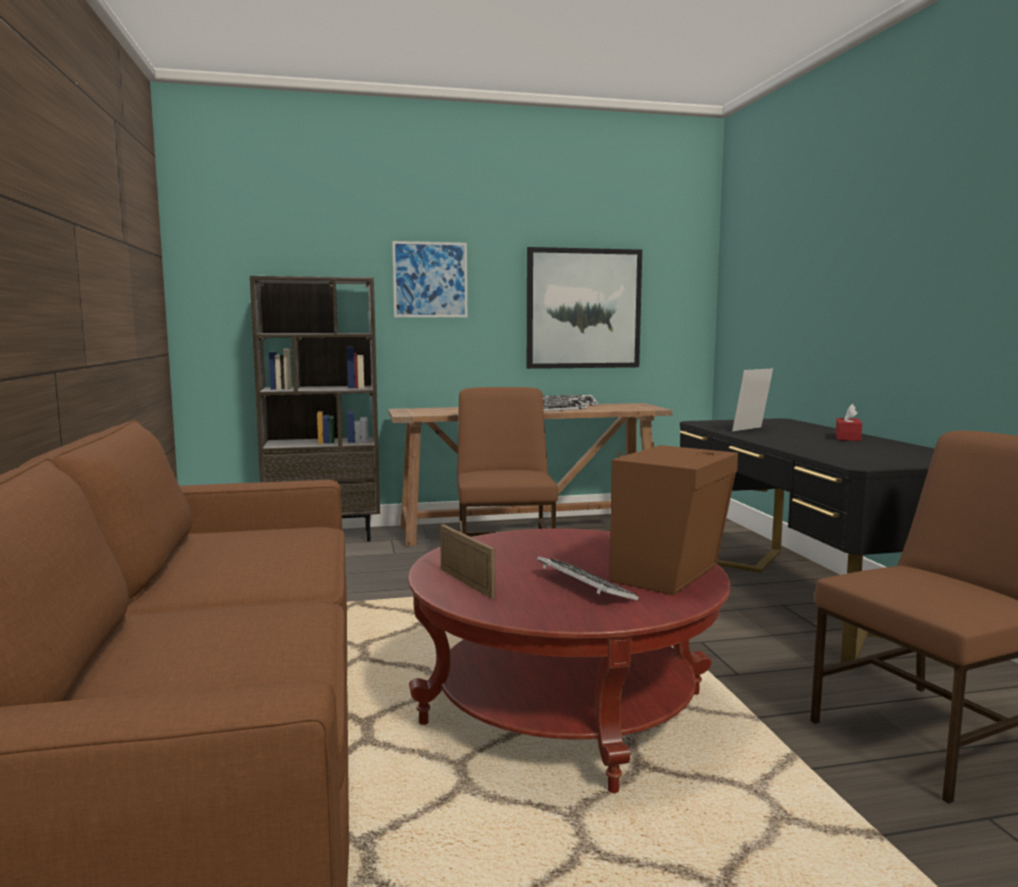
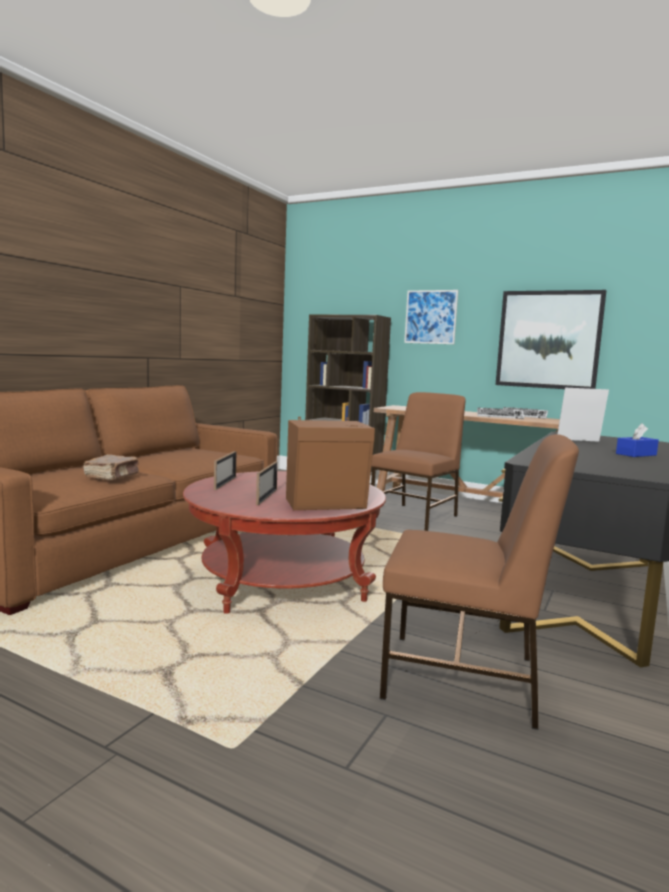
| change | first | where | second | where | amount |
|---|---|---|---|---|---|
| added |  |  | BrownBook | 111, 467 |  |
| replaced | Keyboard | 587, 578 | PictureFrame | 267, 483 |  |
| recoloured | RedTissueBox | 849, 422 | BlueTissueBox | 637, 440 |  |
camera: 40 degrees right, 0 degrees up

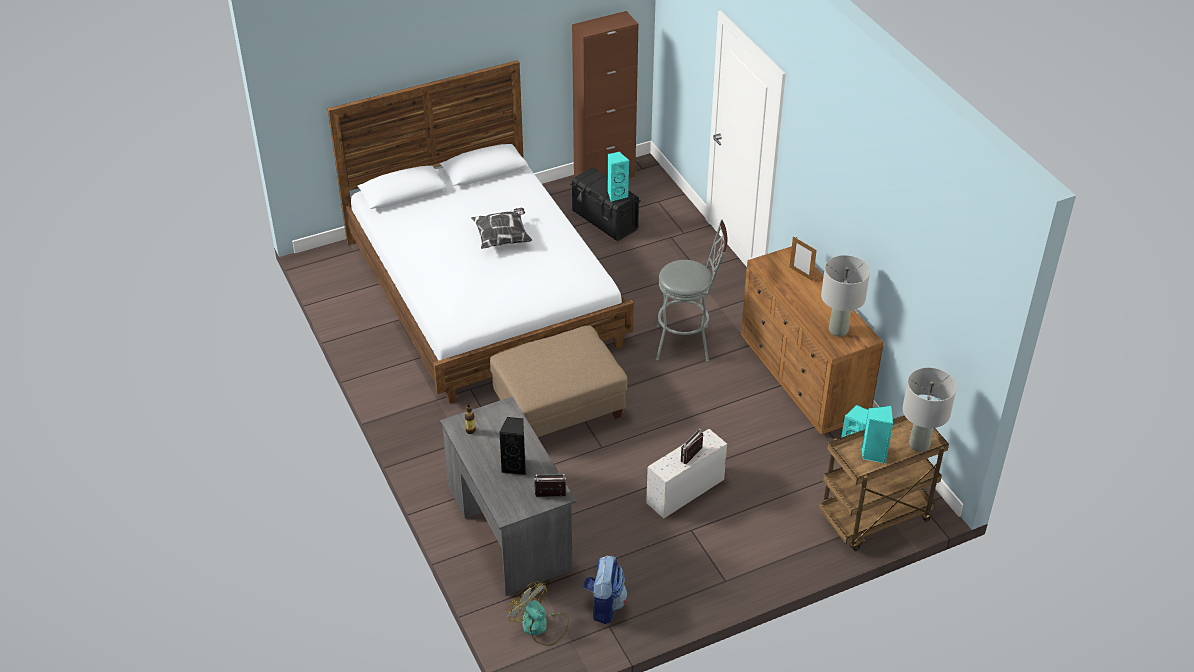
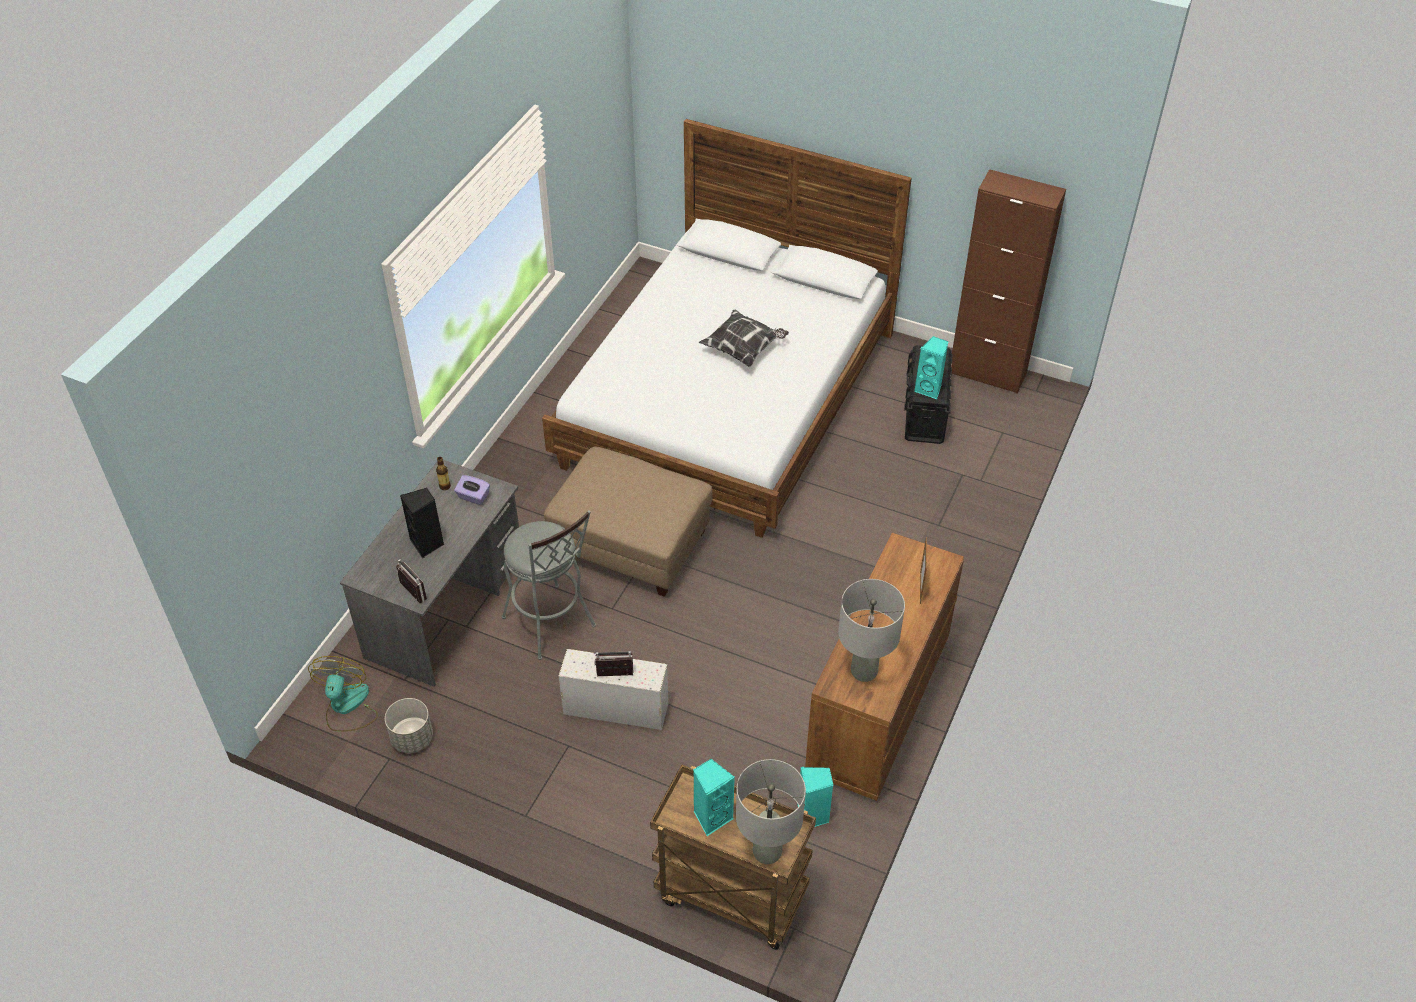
| change | first | where | second | where | amount |
|---|---|---|---|---|---|
| added |  |  | PurpleTissueBox | 472, 490 |  |
| moved | GreyStool | 691, 291 |  | 549, 585 |  |
| replaced | Backpack | 606, 589 | GreyPlanter | 409, 725 |  |
camera: 50 degrees right, 5 degrees up

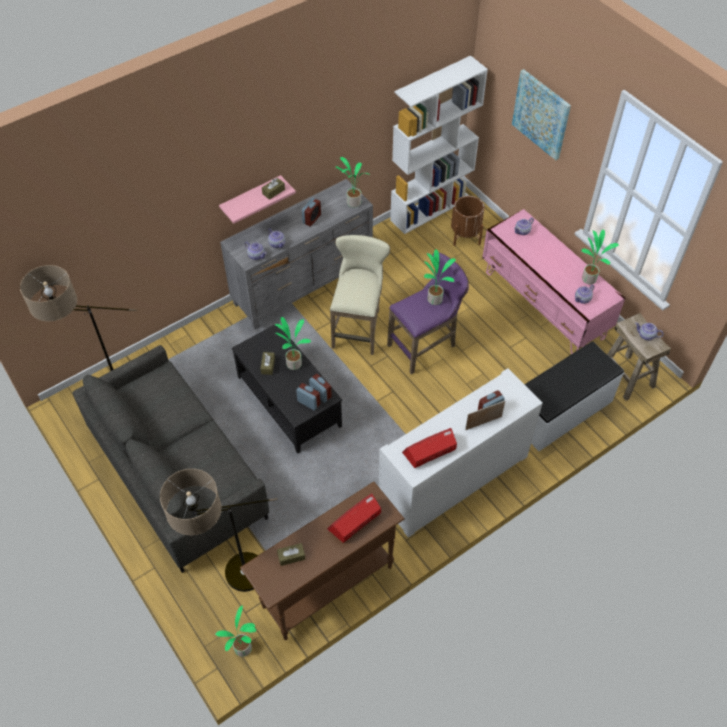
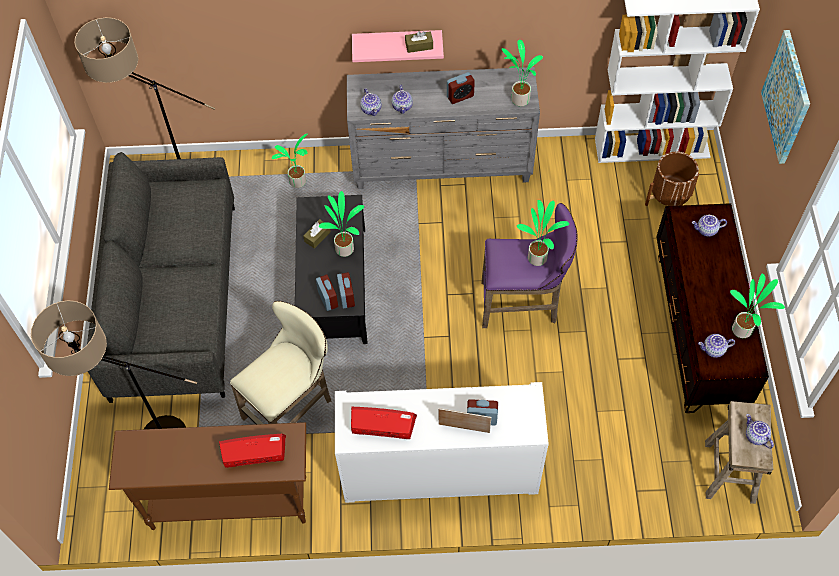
| change | first | where | second | where | amount |
|---|---|---|---|---|---|
| removed | BrownTissueBox | 291, 554 |  |  |  |
| removed | WhiteBench | 574, 396 |  |  |  |
| moved | PottedPlant | 235, 631 |  | 290, 160 |  |
| moved | BeigeStool | 360, 295 |  | 280, 362 |  |
| recoloured | PinkTvStand | 553, 281 | BrownTvStand | 712, 308 |  |
camera: 35 degrees right, 5 degrees up

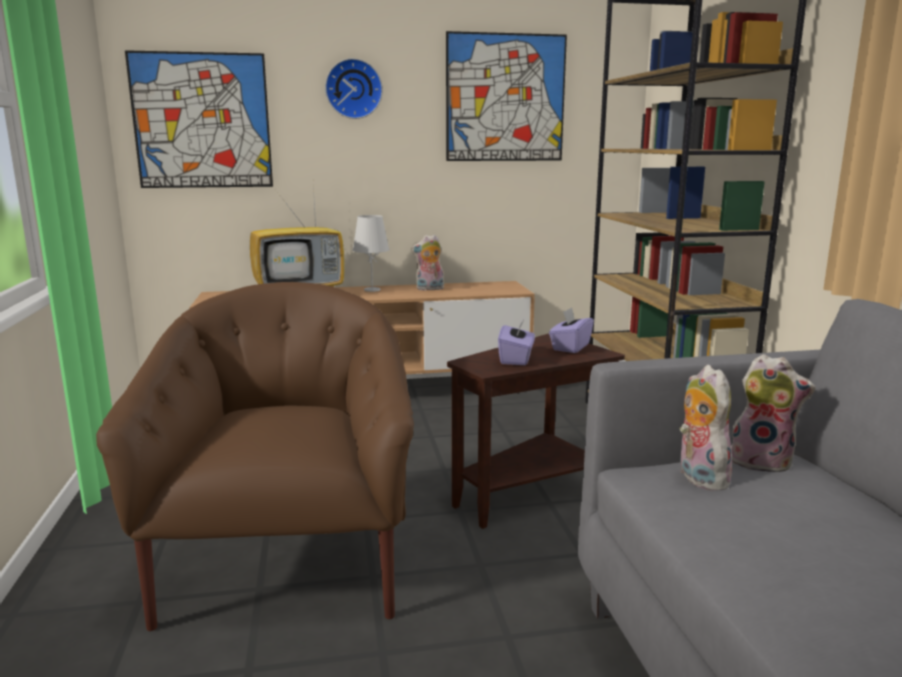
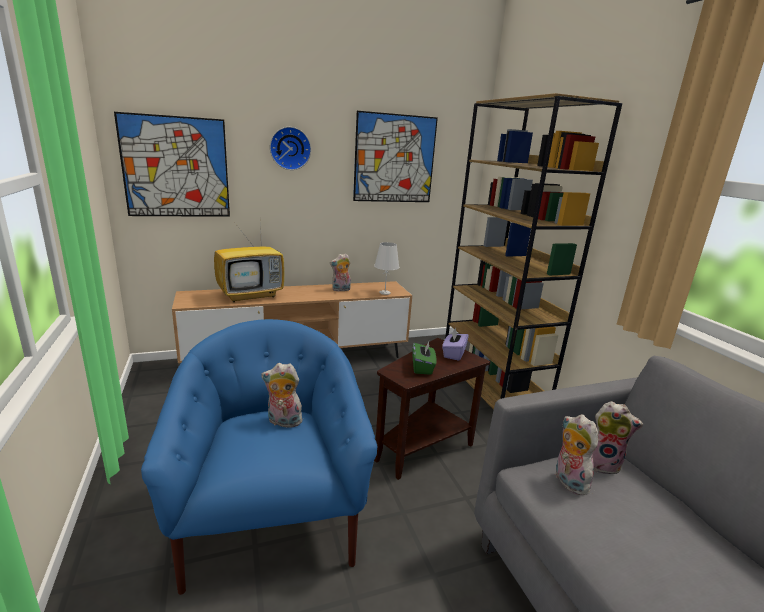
| change | first | where | second | where | amount |
|---|---|---|---|---|---|
| added |  |  | PlushToy | 283, 395 |  |
| moved | WhiteTableLamp | 371, 253 |  | 386, 268 |  |
| recoloured | BrownArmchair | 255, 456 | BlueArmchair | 259, 457 |  |
| recoloured | PurpleTissueBox | 516, 341 | GreenTissueBox | 425, 358 |  |
camera: 10 degrees left, 5 degrees up

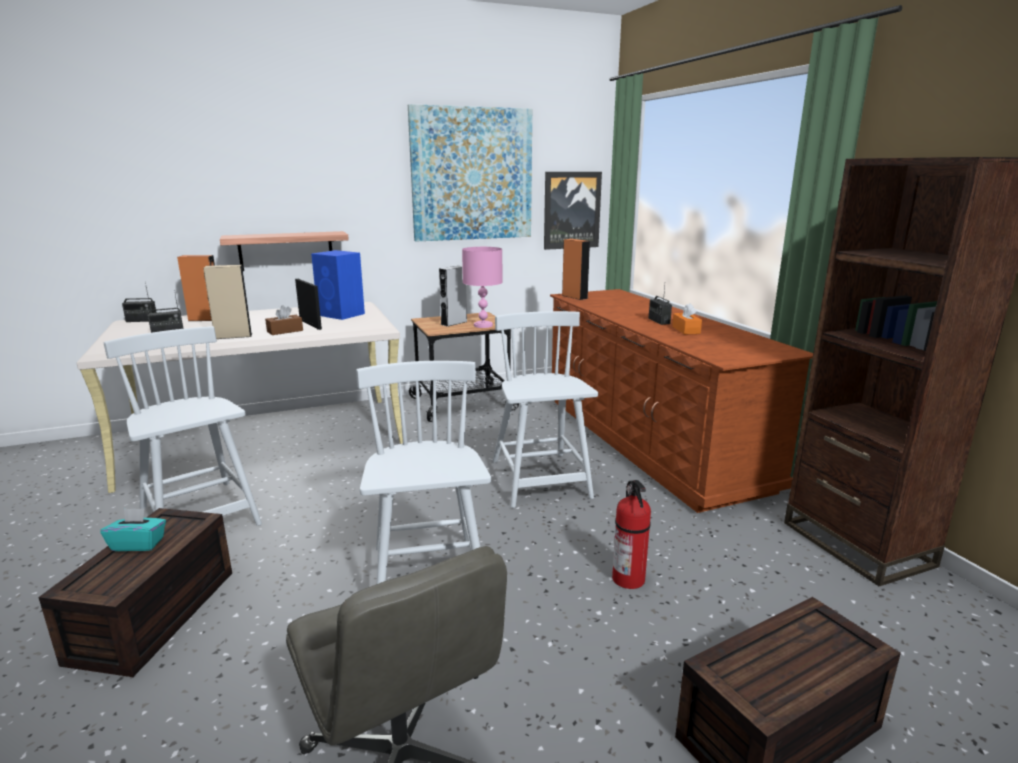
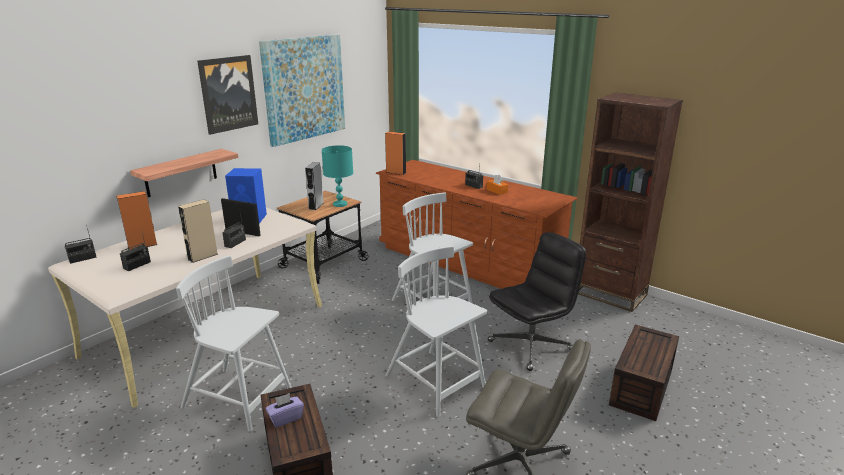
| change | first | where | second | where | amount |
|---|---|---|---|---|---|
| moved | Picture | 573, 211 |  | 227, 95 |  |
| replaced | BrownTissueBox | 284, 320 | Radio | 234, 230 |  |
| replaced | FireExtinguisher | 631, 534 | BlackOfficeChair | 537, 301 |  |
| recoloured | TurquoiseTissueBox | 133, 529 | PurpleTissueBox | 284, 410 |  |
| recoloured | PinkTableLamp | 482, 287 | TurquoiseTableLamp | 337, 176 |  |
camera: 30 degrees left, 5 degrees up

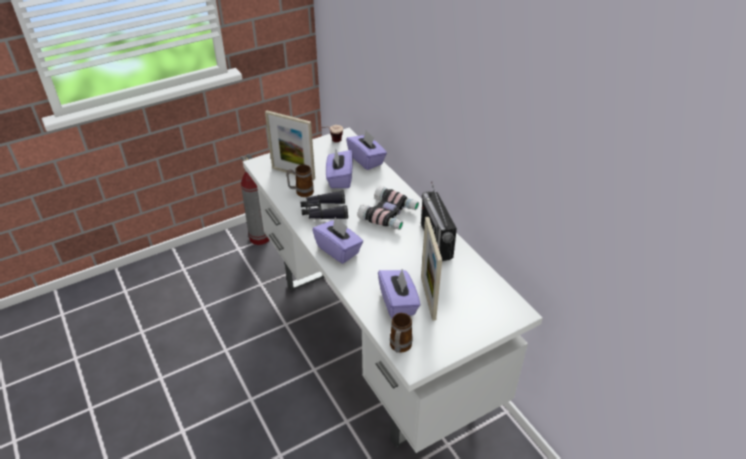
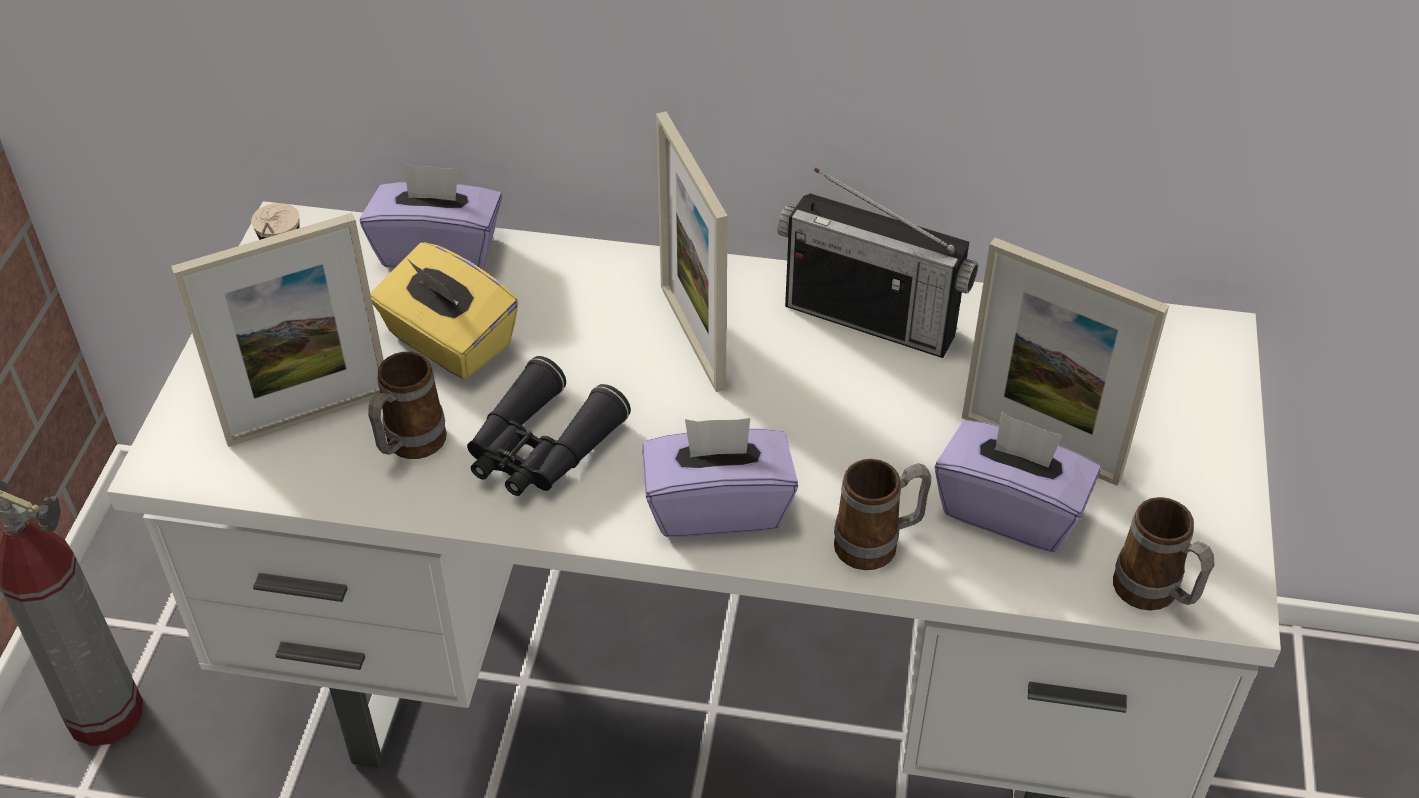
| change | first | where | second | where | amount |
|---|---|---|---|---|---|
| added |  |  | Mug | 882, 514 |  |
| replaced | Binoculars | 388, 208 | PictureFrame | 692, 251 |  |
| recoloured | PurpleTissueBox | 339, 168 | YellowTissueBox | 444, 310 |  |
camera: 50 degrees left, 5 degrees up

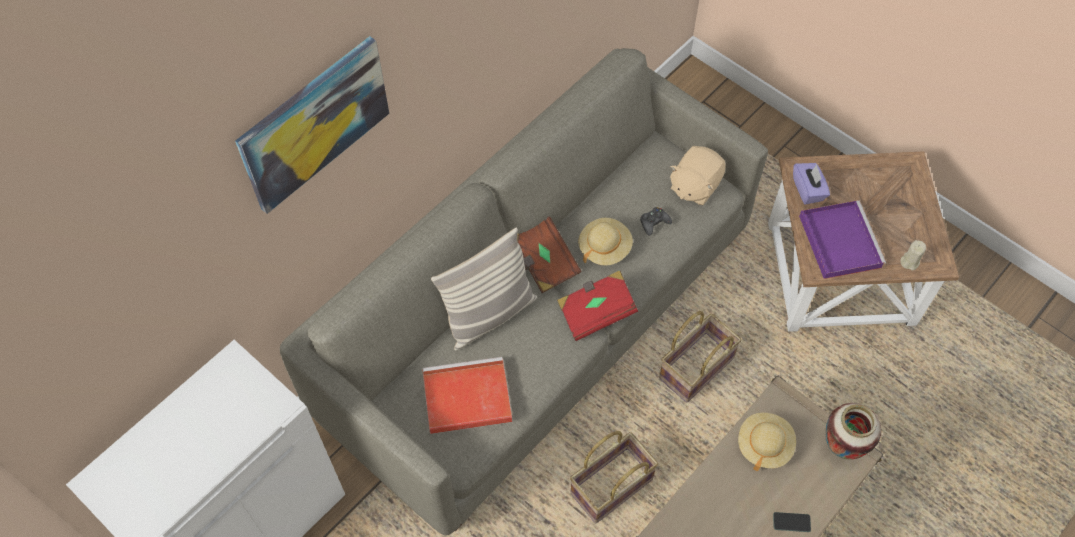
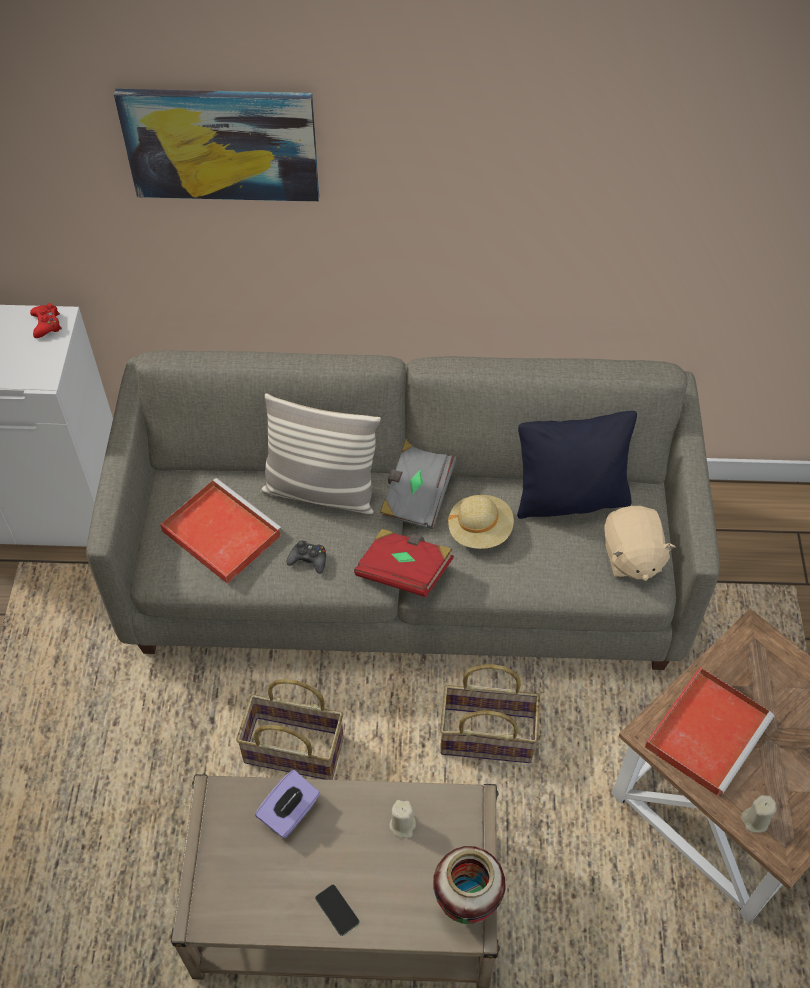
| change | first | where | second | where | amount |
|---|---|---|---|---|---|
| added |  |  | RedGameController | 46, 320 |  |
| added |  |  | BlackPillow | 577, 465 |  |
| moved | BlackGameController | 656, 221 |  | 306, 557 |  |
| moved | PurpleTissueBox | 811, 184 |  | 287, 804 |  |
| replaced | BeigeHat | 767, 442 | BeigeCandle | 402, 819 |  |
| recoloured | BrownBook | 549, 255 | GreyBook | 418, 484 |  |
| recoloured | PurpleTray | 842, 239 | RedTray | 709, 731 |  |
| turned | BeigePlushToy | 698, 175 |  | 640, 543 | 90 degrees counterclockwise |
camera: 50 degrees right, 5 degrees down

